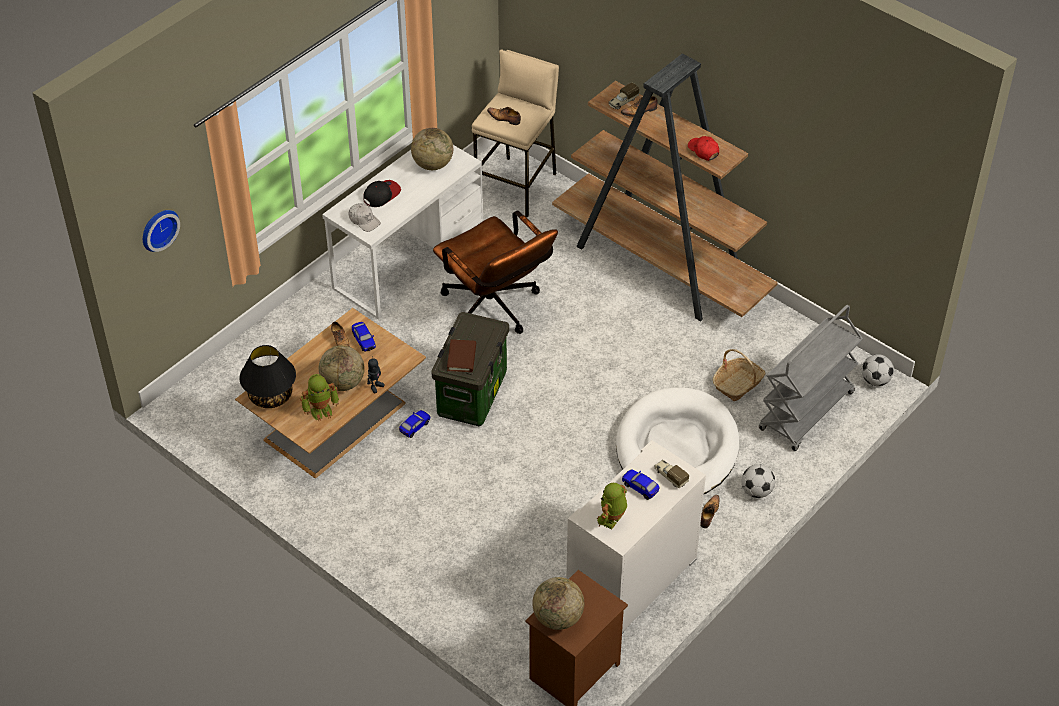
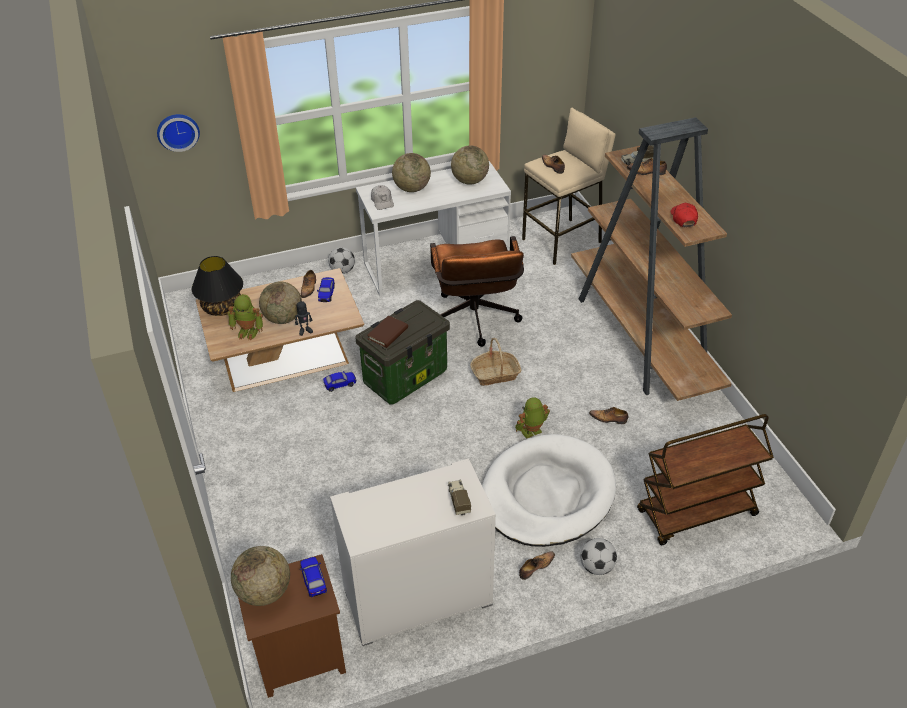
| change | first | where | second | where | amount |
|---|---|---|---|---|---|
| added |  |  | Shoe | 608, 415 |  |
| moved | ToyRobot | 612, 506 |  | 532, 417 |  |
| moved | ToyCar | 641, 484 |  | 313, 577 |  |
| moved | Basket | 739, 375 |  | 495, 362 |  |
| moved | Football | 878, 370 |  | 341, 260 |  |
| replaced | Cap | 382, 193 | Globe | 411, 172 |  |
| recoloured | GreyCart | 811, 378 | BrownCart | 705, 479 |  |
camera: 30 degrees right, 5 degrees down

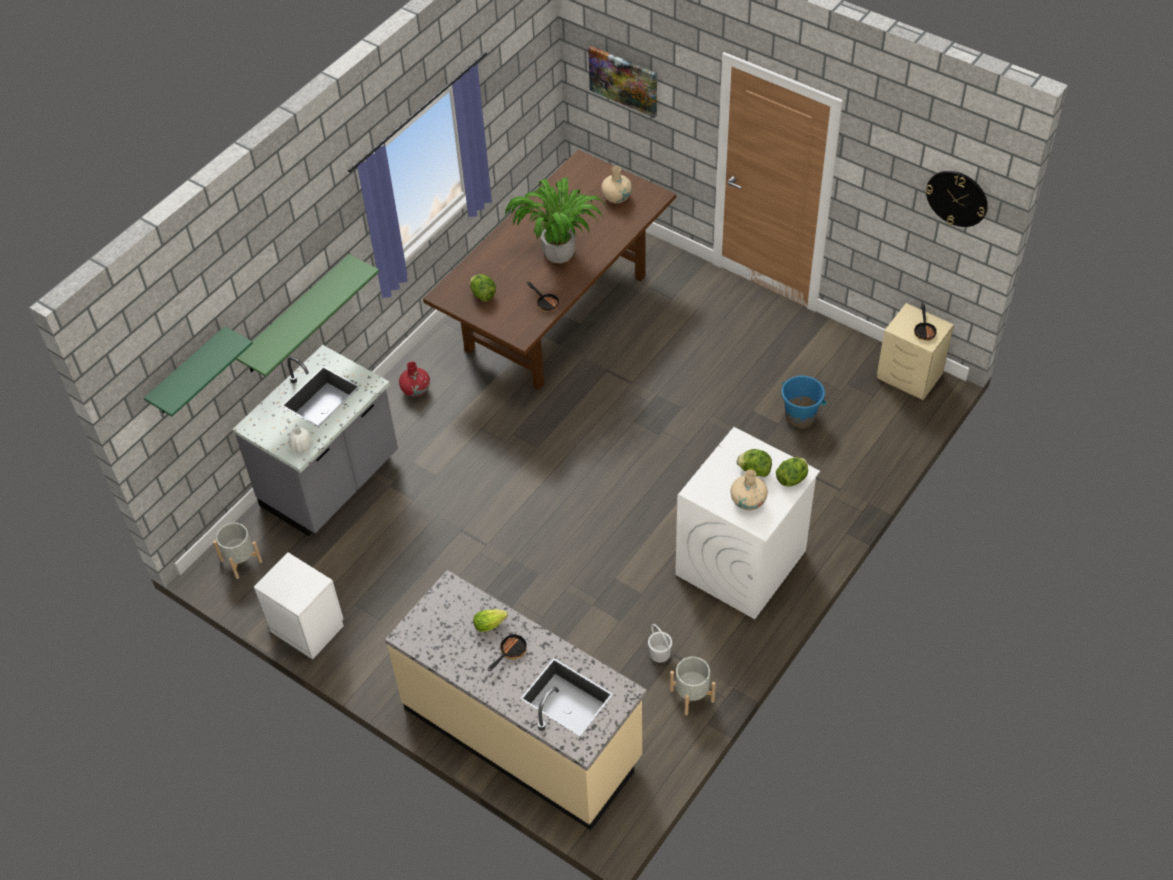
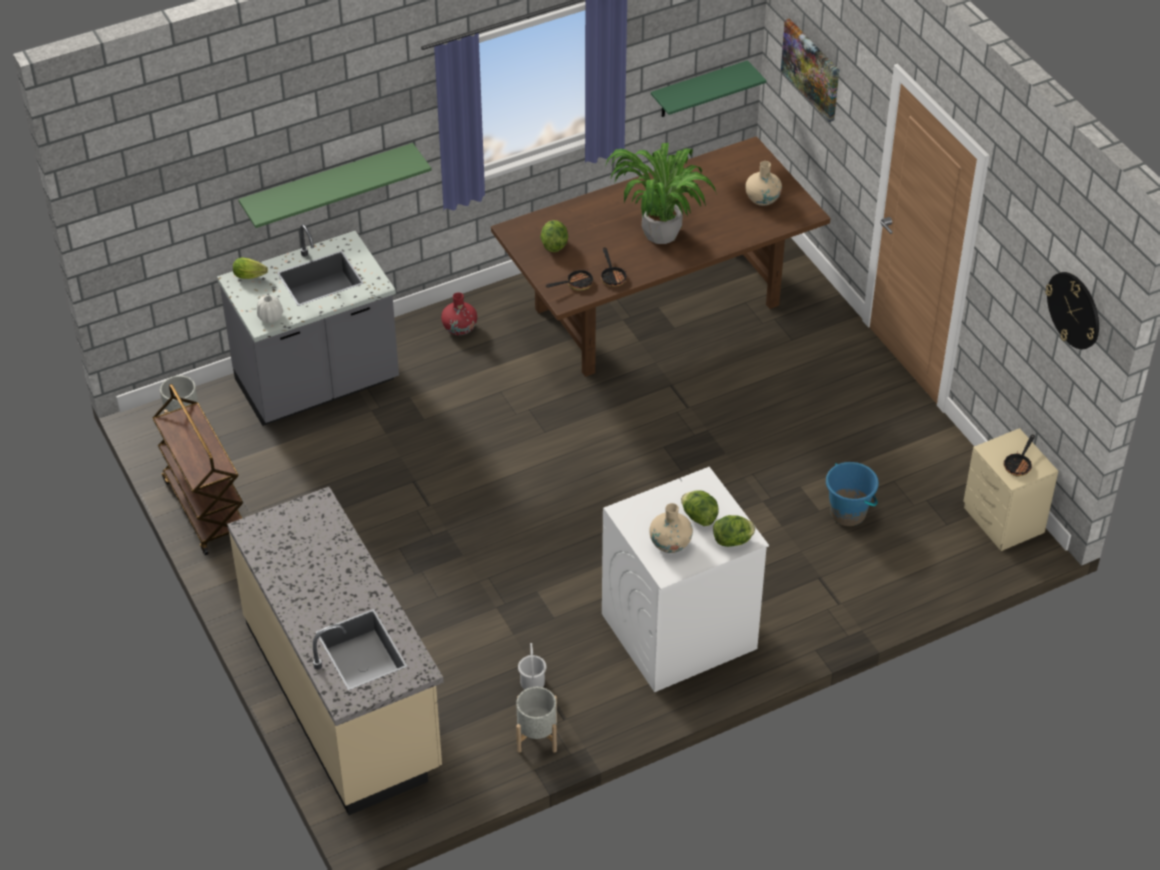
| change | first | where | second | where | amount |
|---|---|---|---|---|---|
| moved | GreenShelf | 198, 371 |  | 708, 88 |  |
| moved | Lettuce | 490, 620 |  | 250, 268 |  |
| moved | FryingPan | 507, 652 |  | 569, 280 |  |
| replaced | WhiteNightstand | 299, 606 | BrownCart | 197, 469 |  |
camera: 25 degrees right, 5 degrees down

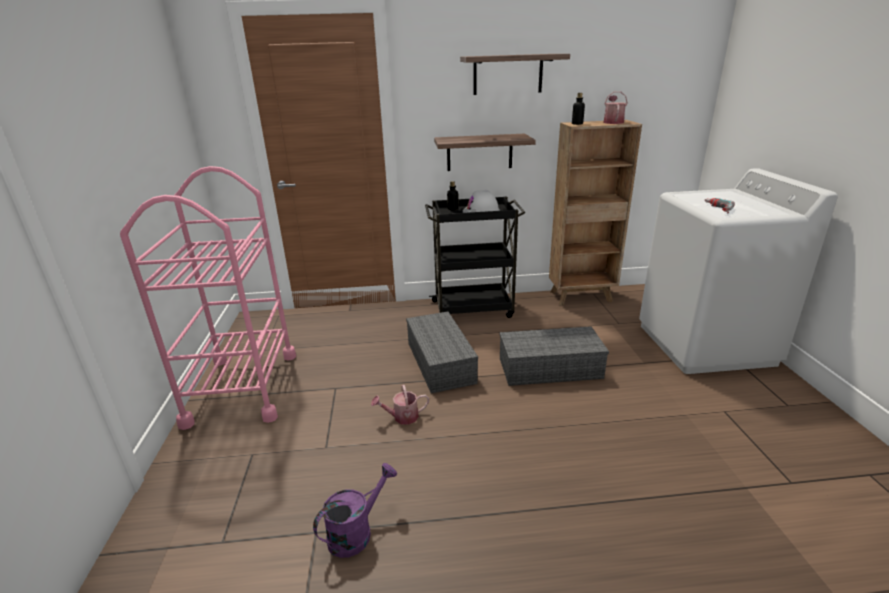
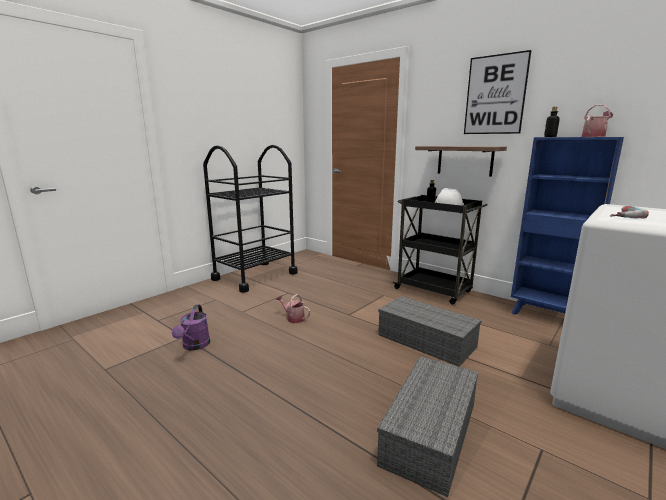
| change | first | where | second | where | amount |
|---|---|---|---|---|---|
| moved | GreyStorageBox | 442, 352 |  | 427, 426 |  |
| replaced | Shelf | 515, 74 | Picture | 498, 92 |  |
| recoloured | PinkCart | 208, 298 | BlackCart | 250, 219 |  |
| recoloured | BrownBookcase | 595, 213 | BlueBookcase | 567, 226 |  |
| turned | PurpleWateringCan | 355, 510 |  | 191, 328 | 90 degrees clockwise |
camera: 45 degrees right, 10 degrees down

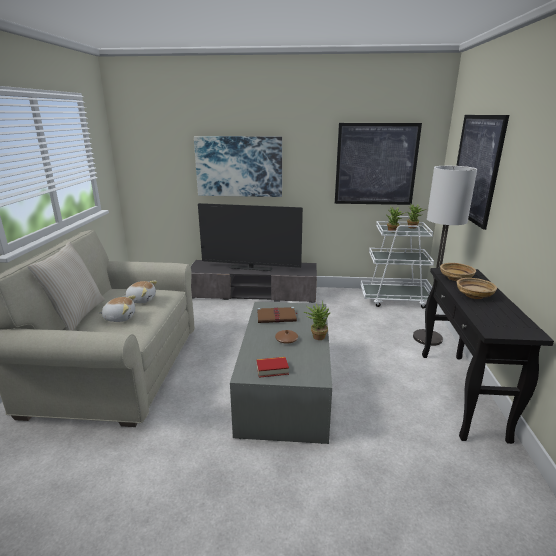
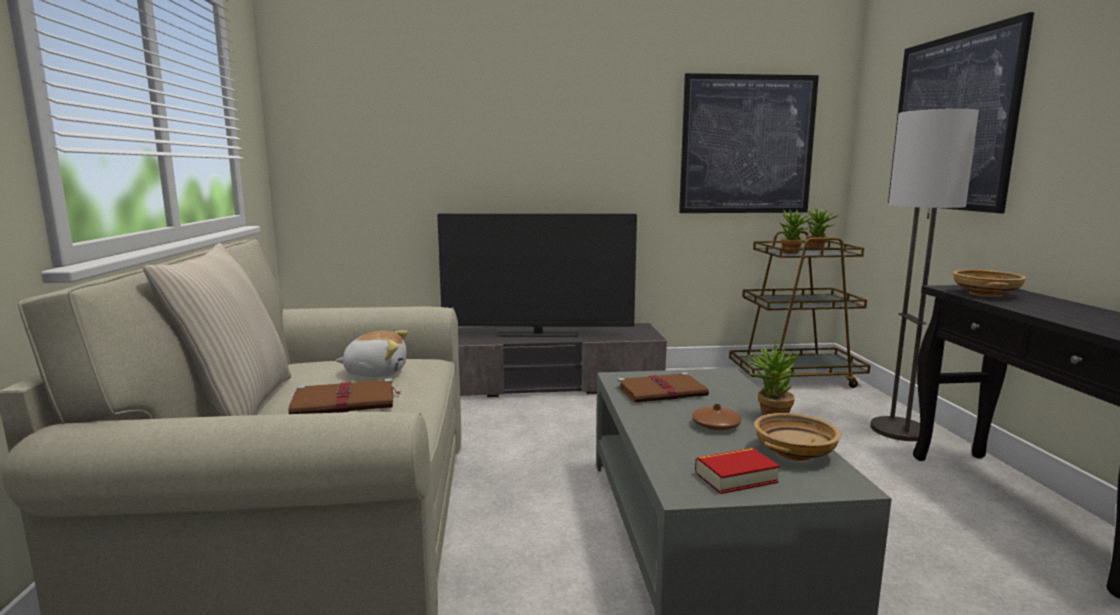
| change | first | where | second | where | amount |
|---|---|---|---|---|---|
| removed | Picture | 238, 166 |  |  |  |
| moved | BeigeBowl | 477, 288 |  | 797, 437 |  |
| replaced | PlushToy | 117, 308 | BrownBook | 345, 396 |  |
| recoloured | WhiteCart | 397, 262 | BrownCart | 799, 309 |  |
camera: 10 degrees left, 10 degrees down

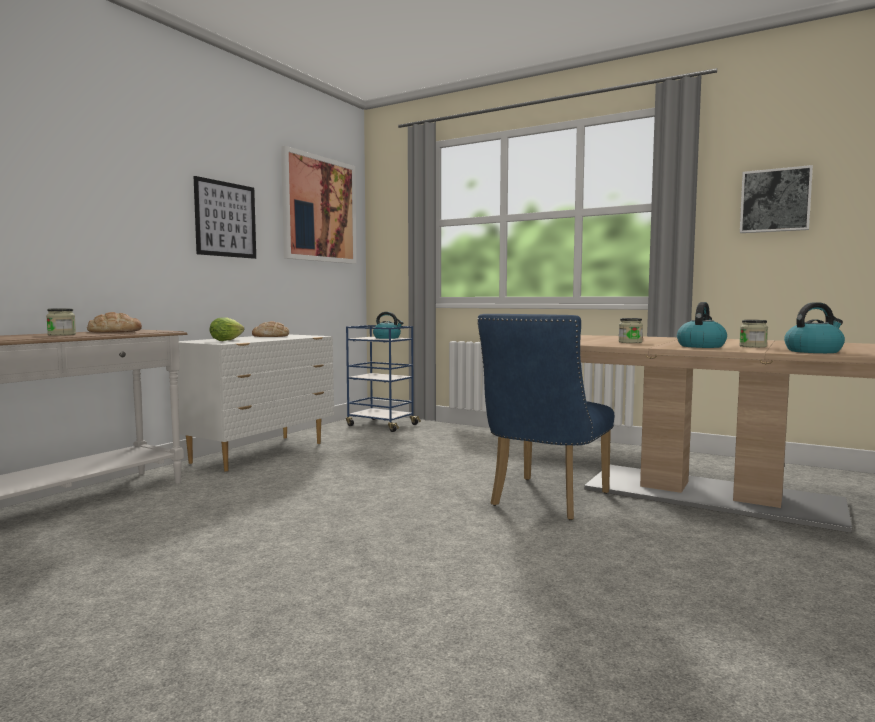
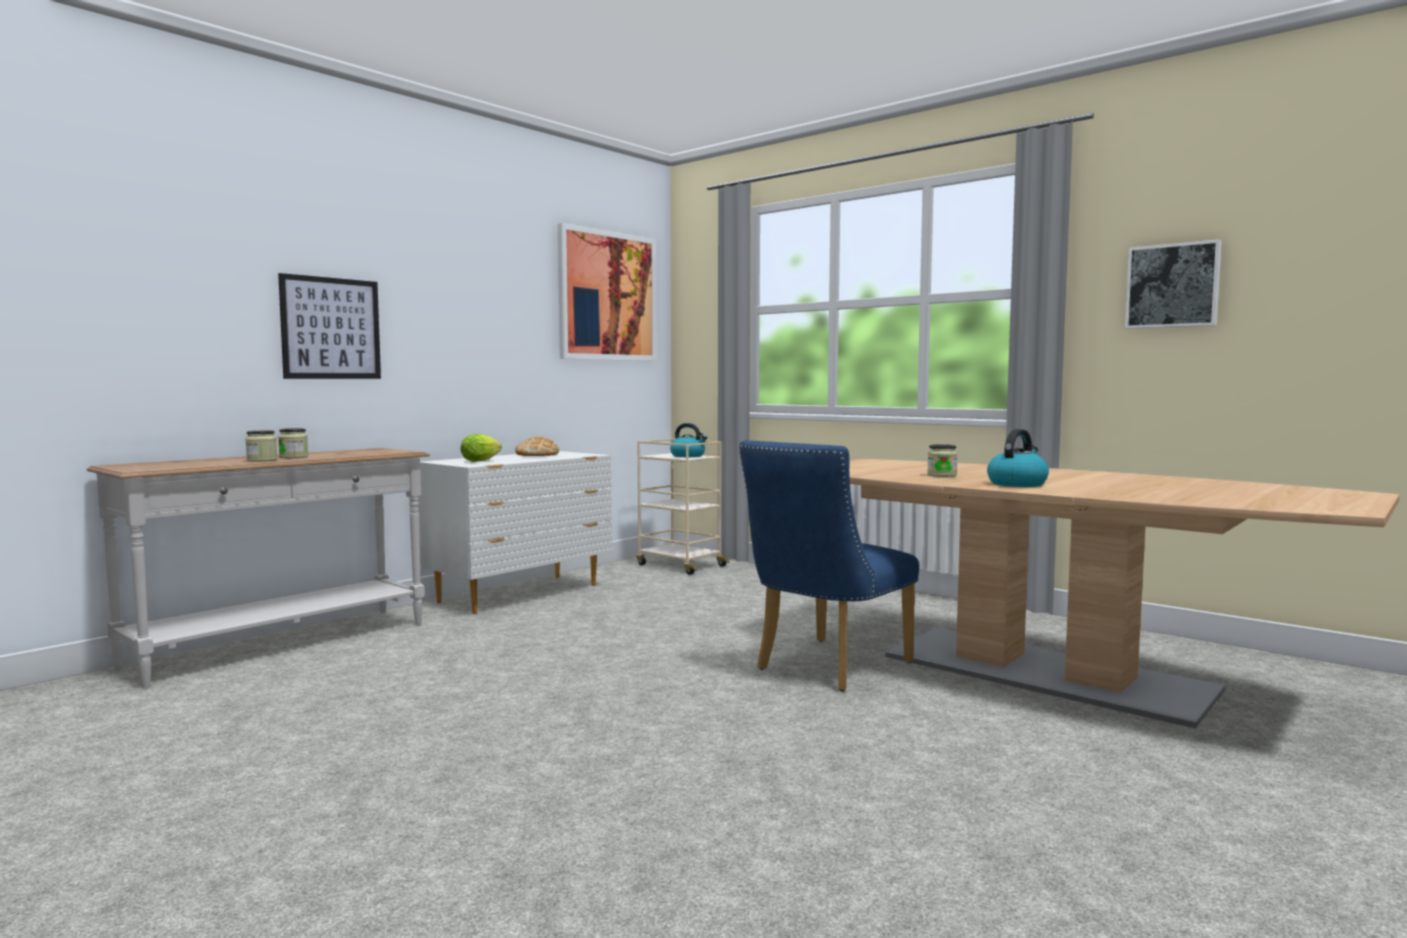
| change | first | where | second | where | amount |
|---|---|---|---|---|---|
| removed | Bread | 114, 322 |  |  |  |
| removed | Kettle | 814, 327 |  |  |  |
| moved | Picture | 224, 217 |  | 329, 326 |  |
| moved | Jar | 753, 334 |  | 261, 446 |  |
| recoloured | BlueCart | 383, 378 | BeigeCart | 683, 507 |  |
camera: 10 degrees right, 0 degrees up

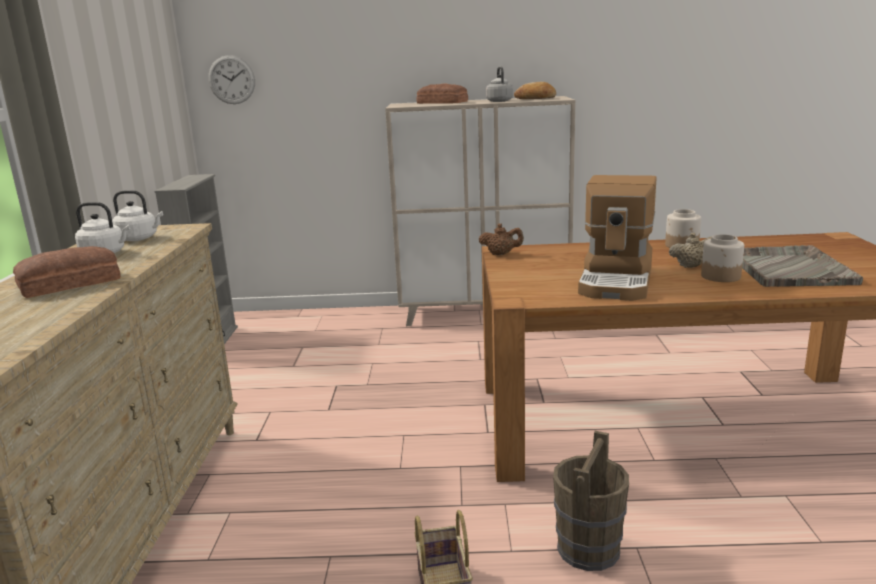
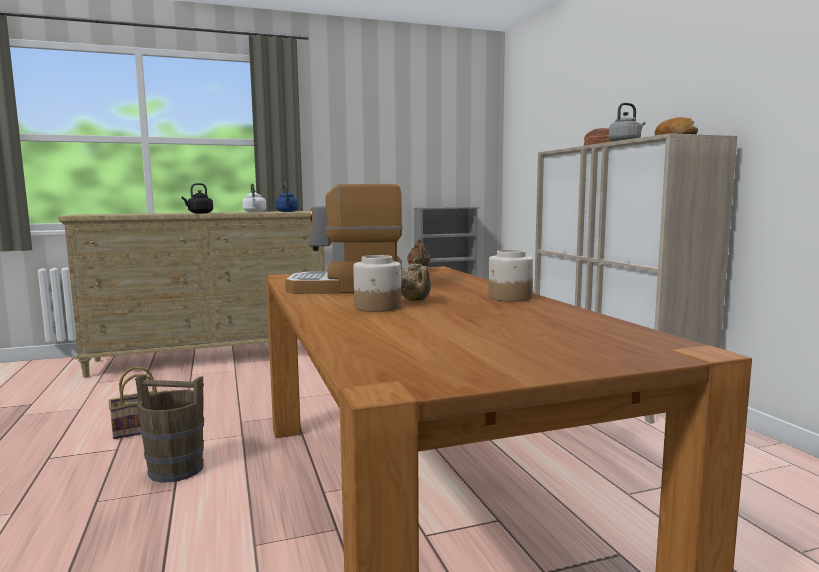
| change | first | where | second | where | amount |
|---|---|---|---|---|---|
| removed | WallClock | 231, 79 |  |  |  |
| removed | GreyTray | 802, 266 |  |  |  |
| replaced | Bread | 67, 272 | BlackKettle | 197, 198 |  |
| recoloured | WhiteKettle | 137, 215 | BlueKettle | 287, 197 |  |
camera: 70 degrees right, 10 degrees down

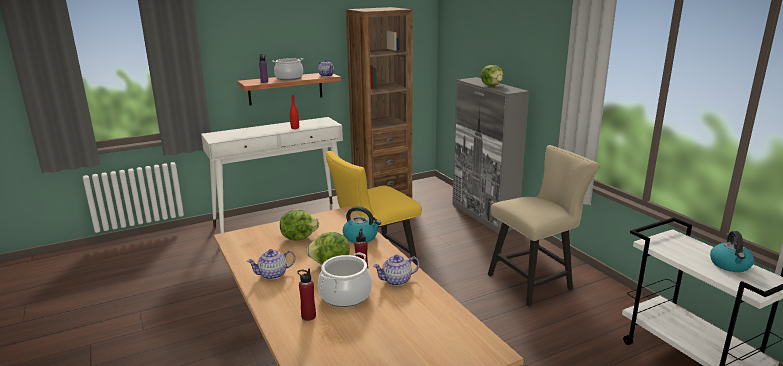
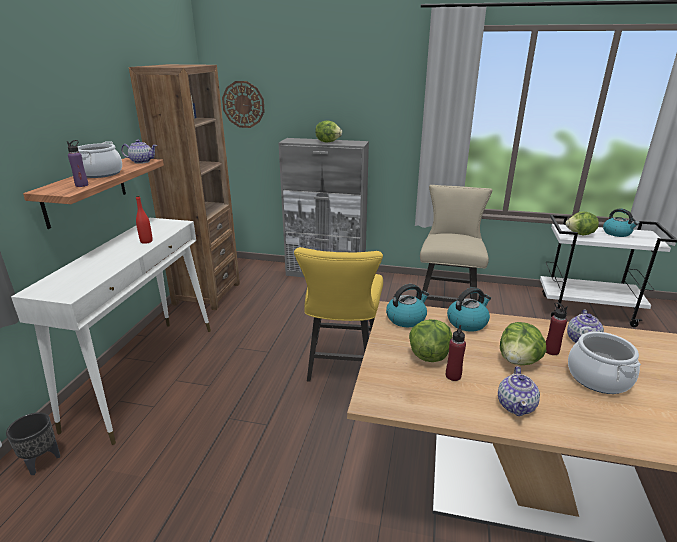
| change | first | where | second | where | amount |
|---|---|---|---|---|---|
| added |  |  | BlackPlanter | 33, 443 |  |
| added |  |  | WallClock | 243, 104 |  |
| added |  |  | Kettle | 407, 305 |  |
| added |  |  | Lettuce | 582, 223 |  |
| moved | RedBottle | 306, 294 |  | 456, 353 |  |
camera: 50 degrees left, 5 degrees up

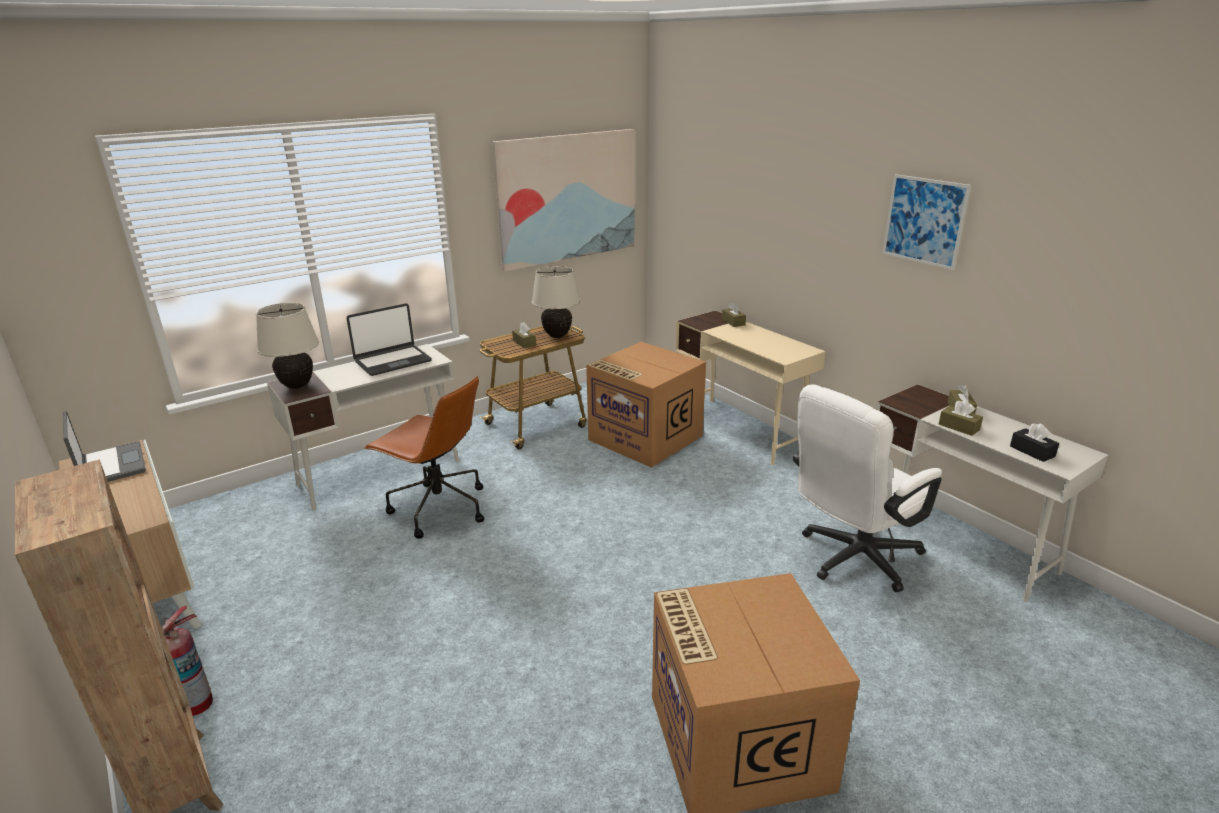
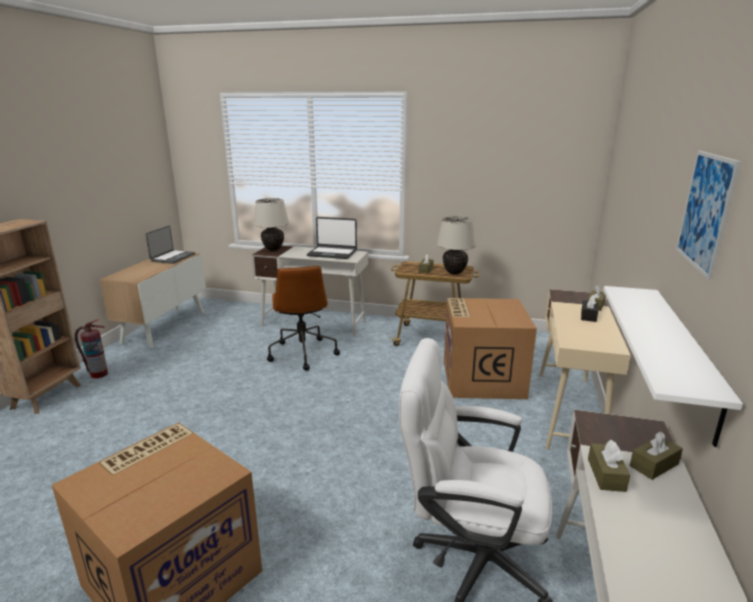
| change | first | where | second | where | amount |
|---|---|---|---|---|---|
| removed | Picture | 563, 200 |  |  |  |
| added |  |  | WhiteShelf | 673, 366 |  |
| moved | BlackTissueBox | 1034, 442 |  | 589, 308 |  |
camera: 50 degrees right, 5 degrees down

